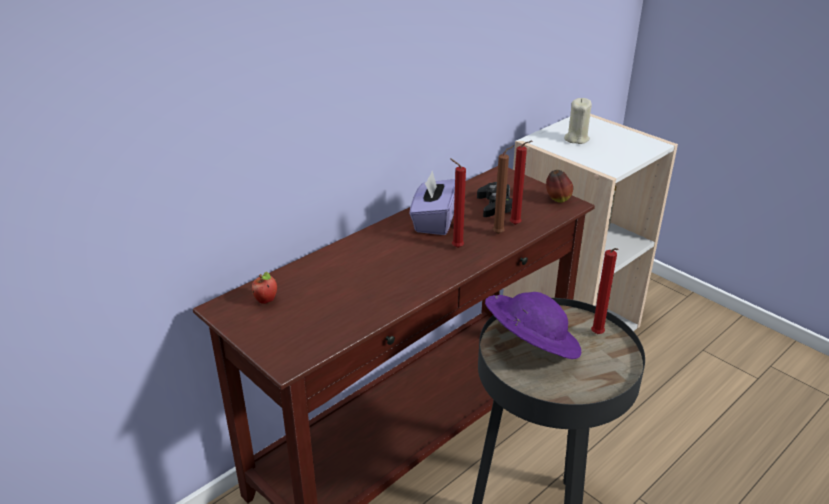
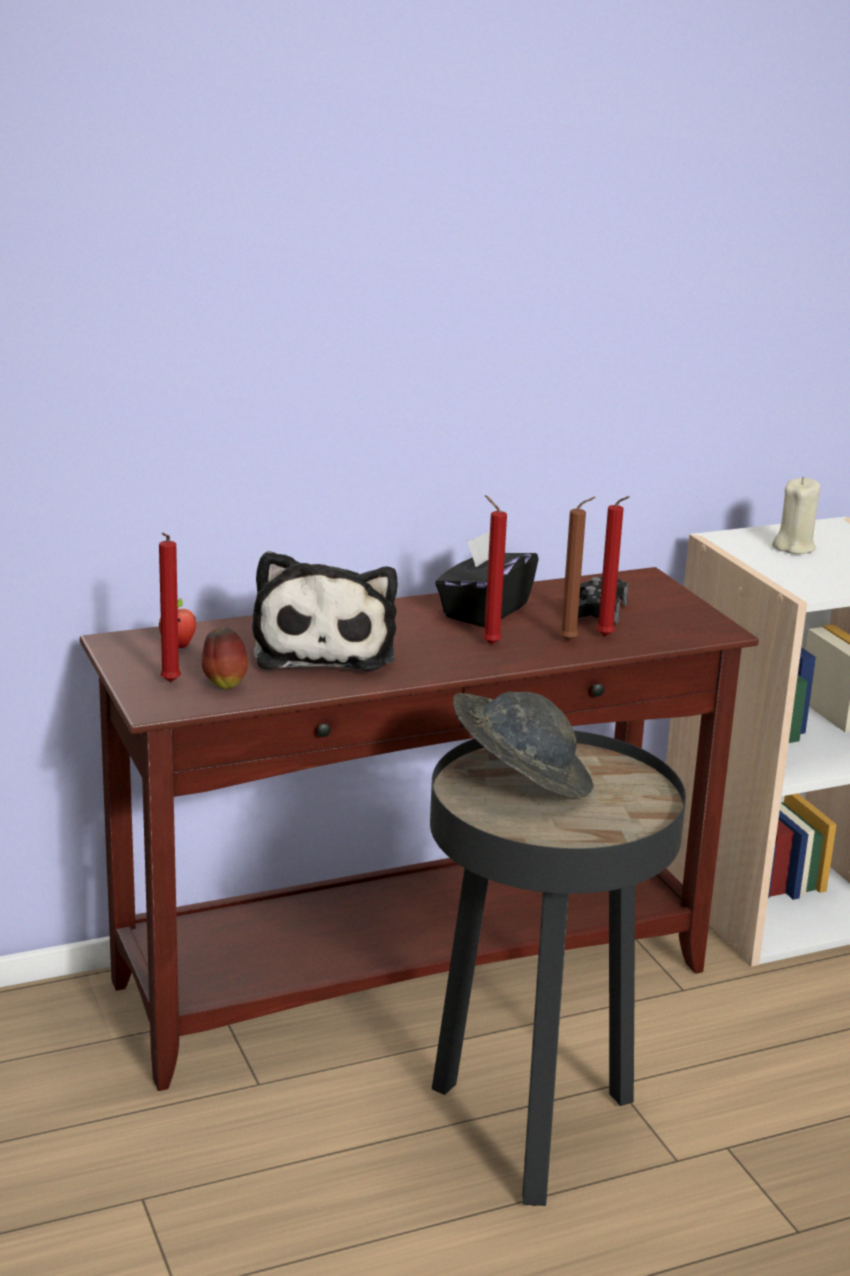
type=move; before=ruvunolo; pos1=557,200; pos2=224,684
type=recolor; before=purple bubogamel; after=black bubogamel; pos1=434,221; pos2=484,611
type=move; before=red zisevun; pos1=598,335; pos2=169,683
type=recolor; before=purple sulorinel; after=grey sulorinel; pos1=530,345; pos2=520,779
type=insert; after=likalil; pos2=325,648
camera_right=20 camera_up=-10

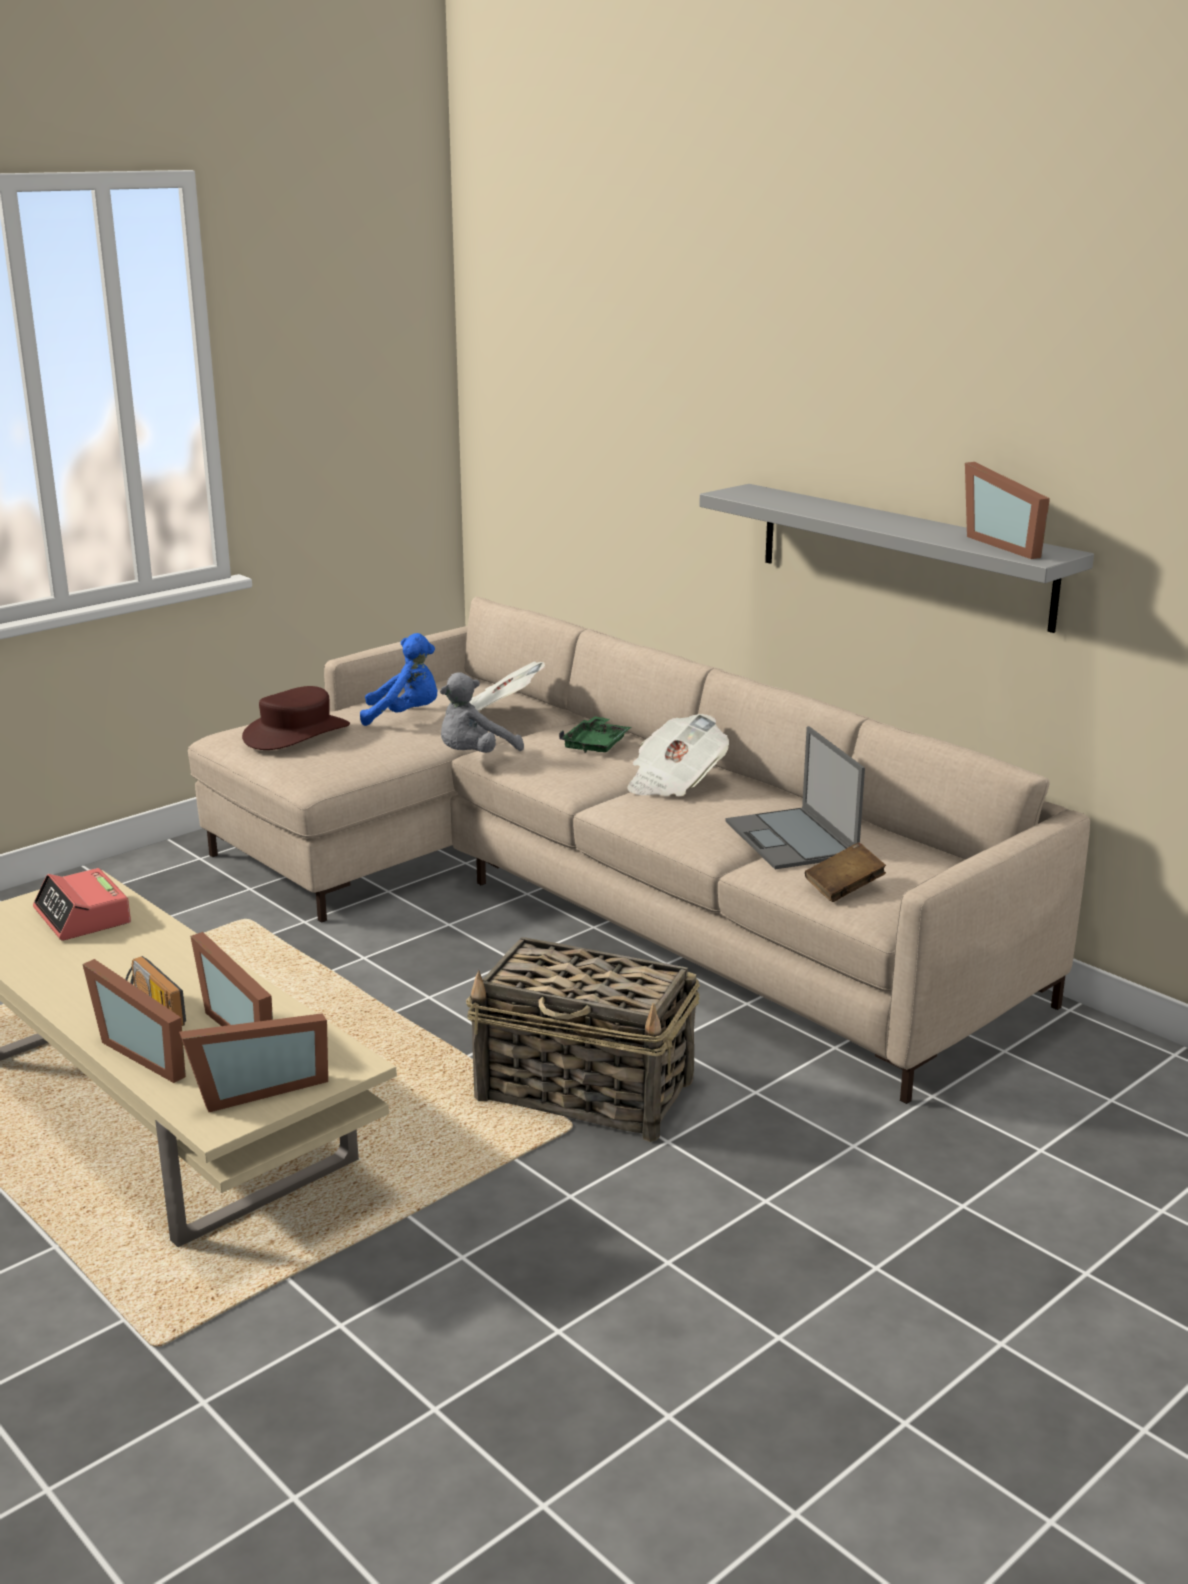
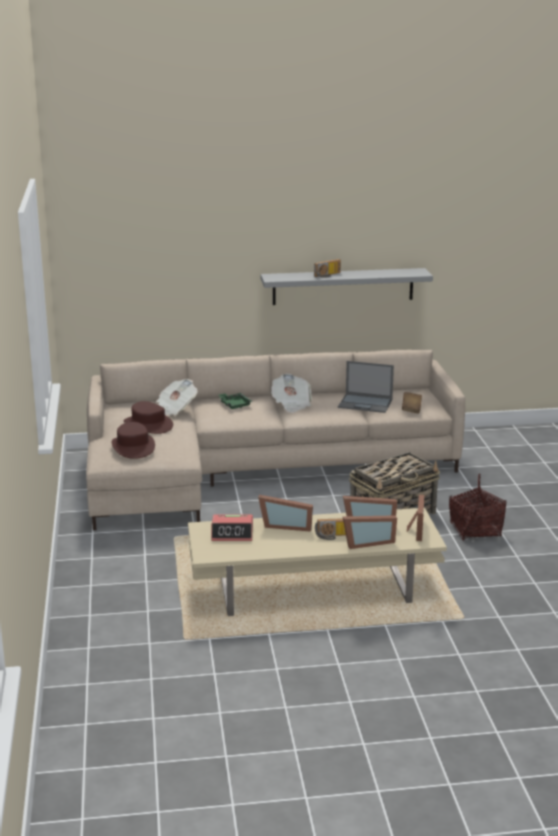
type=move; before=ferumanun; pos1=1008,544; pos2=286,525
type=replace; before=blue likalil; after=brown sulorinel; pos1=405,716; pos2=148,424
type=delete; before=grey likalil; pos1=474,756
type=insert; after=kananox; pos2=328,275
type=insert; after=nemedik; pos2=475,530
camera_right=-55 camera_up=0

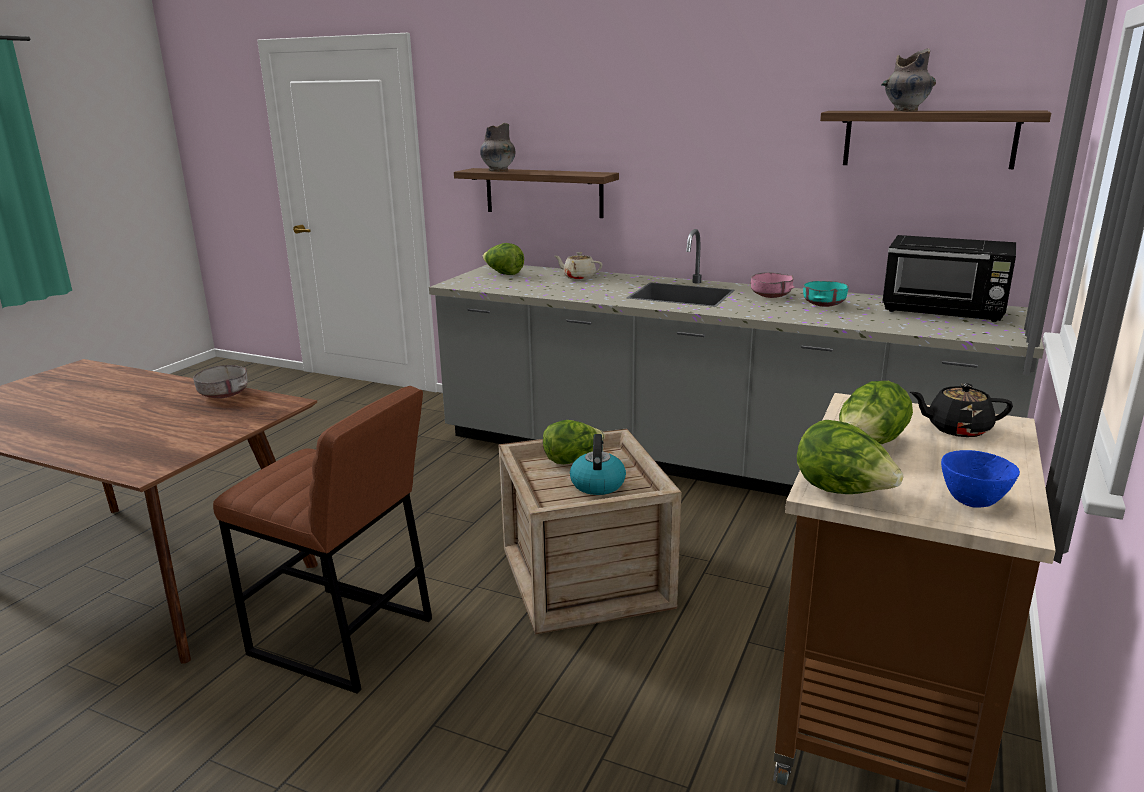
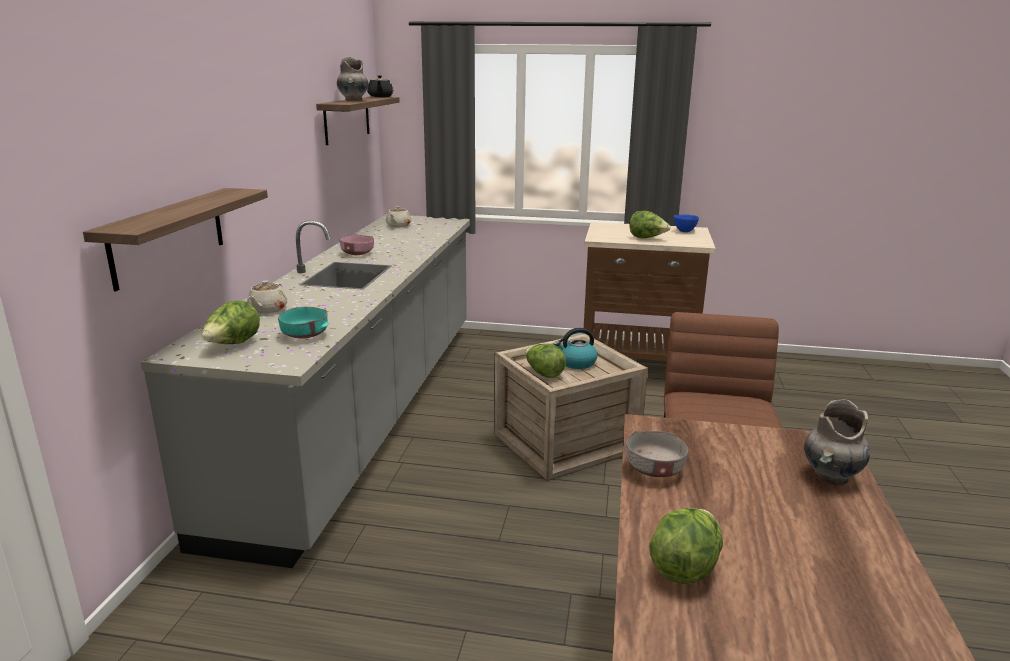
type=move; before=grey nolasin; pos1=498,170; pos2=830,477
type=replace; before=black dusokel; after=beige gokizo; pos1=944,311; pos2=398,225
type=move; before=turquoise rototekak; pos1=824,305; pos2=304,335
type=move; before=black gokizo; pos1=957,429; pos2=380,97
type=move; before=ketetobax; pos1=843,492; pos2=684,567
camera_right=-105 camera_up=0

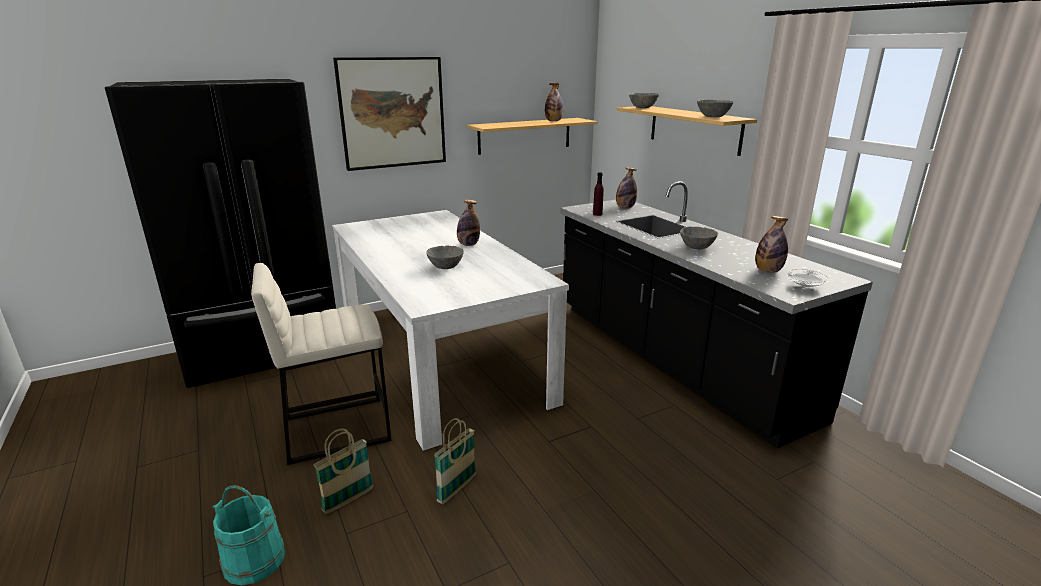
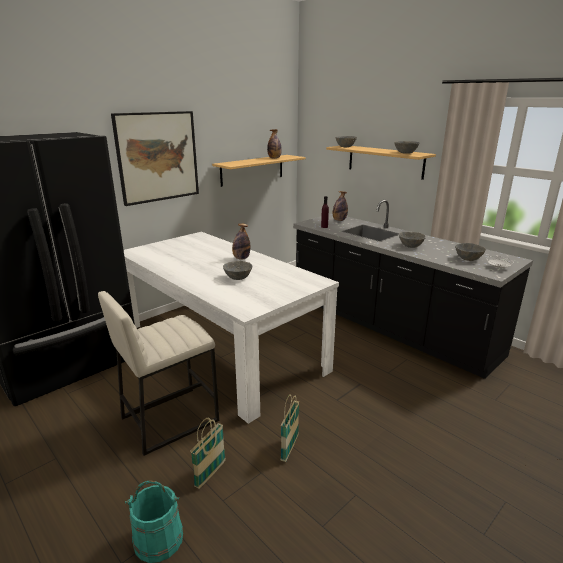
type=replace; before=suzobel; after=grey rototekak; pos1=768,271; pos2=468,259
camera_right=-15 camera_up=0

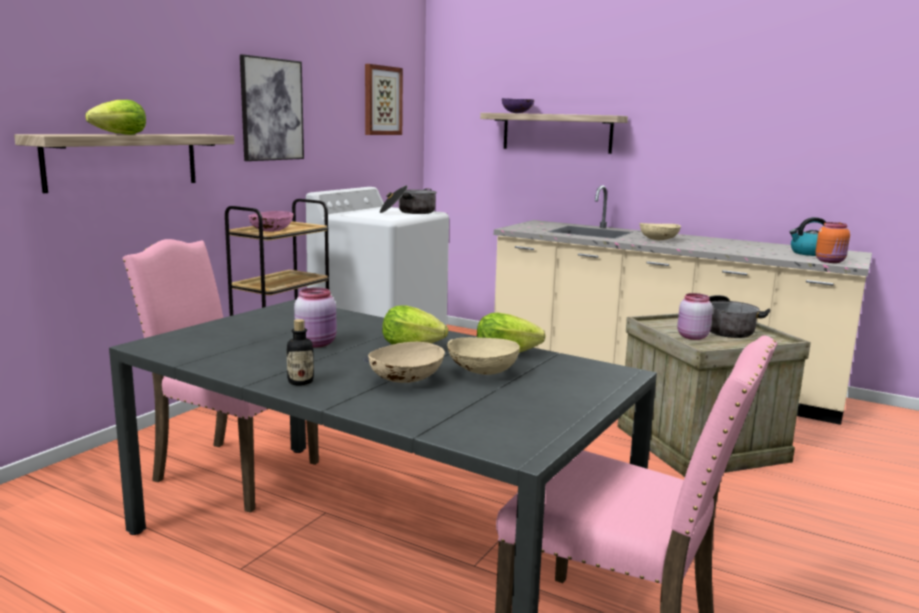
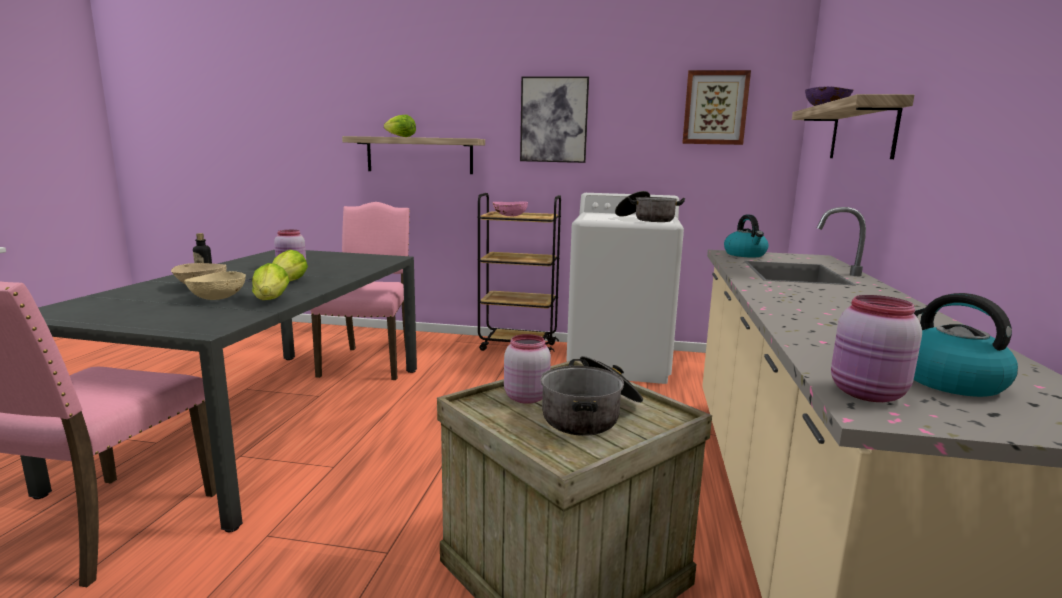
type=recolor; before=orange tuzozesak; after=pink tuzozesak; pos1=830,261; pos2=868,394
type=delete; before=beige rototekak; pos1=658,240
type=insert; after=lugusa; pos2=745,254
camera_right=70 camera_up=0

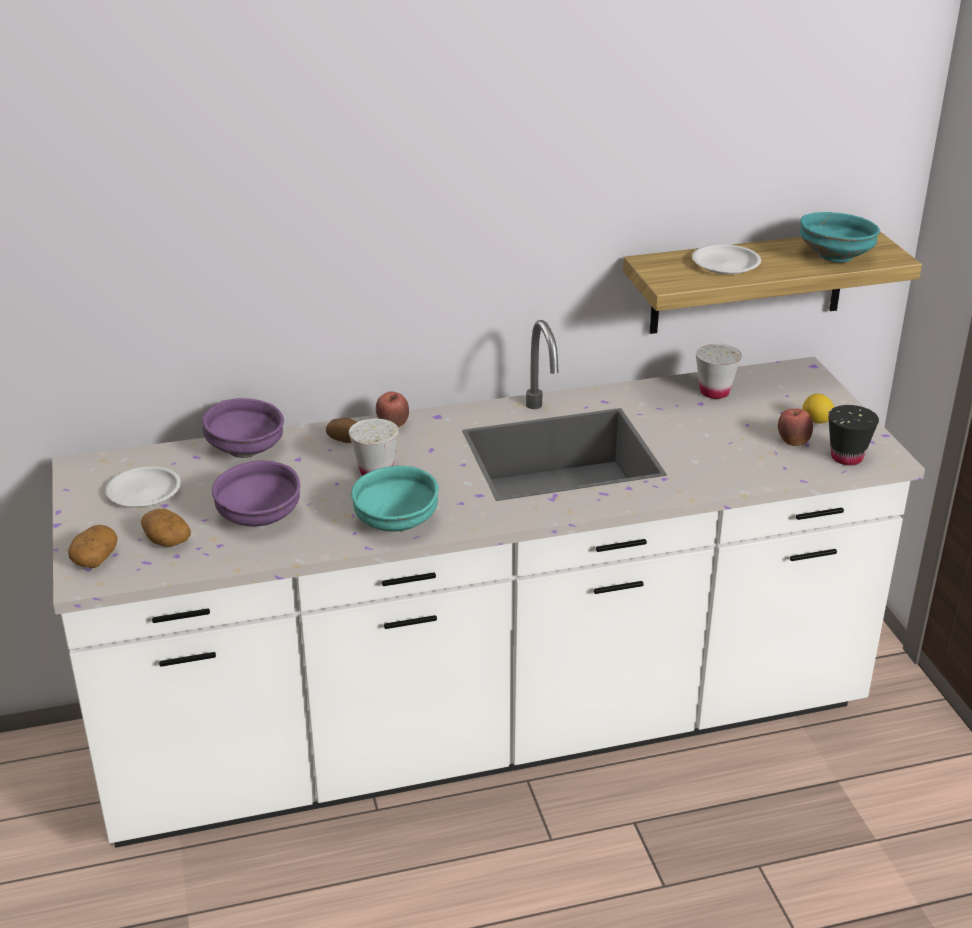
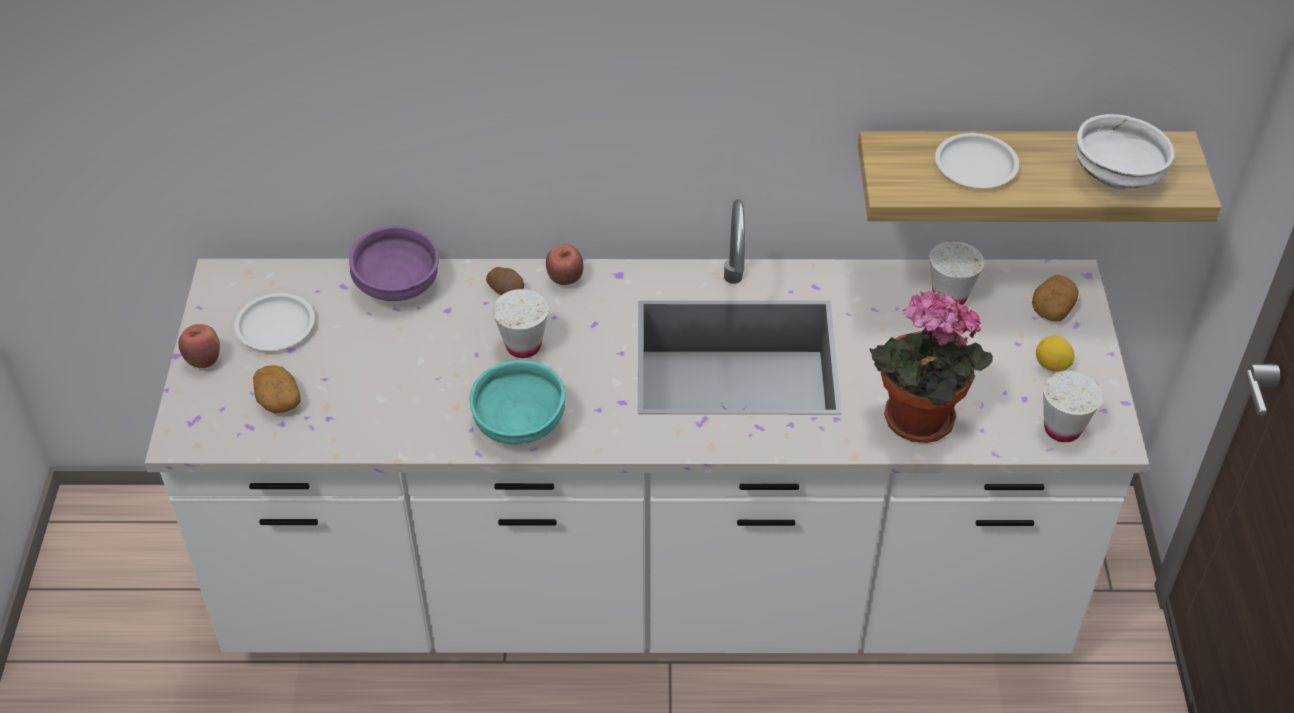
type=recolor; before=turquoise rototekak; after=white rototekak; pos1=835,257; pos2=1117,176
type=recolor; before=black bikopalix; after=white bikopalix; pos1=846,457; pos2=1062,429
type=move; before=ruvunolo; pos1=793,442; pos2=204,360
type=delete; before=purple rototekak; pos1=258,518
type=move; before=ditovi; pos1=95,558; pos2=1052,308
type=insert; after=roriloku; pos2=915,423
camera_right=15 camera_up=15

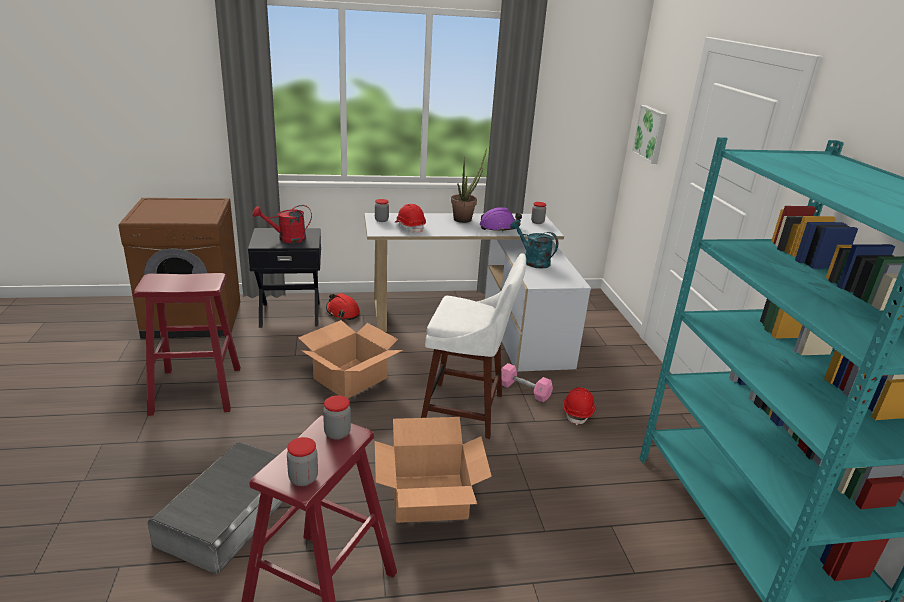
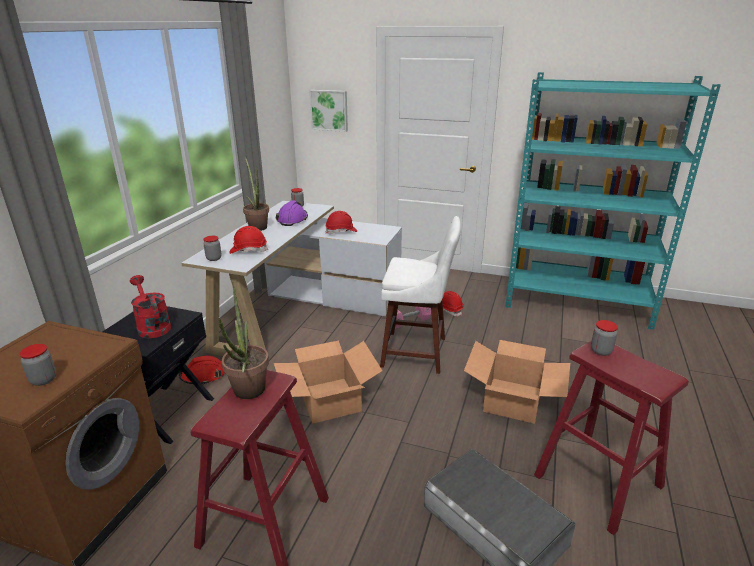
type=rotate; before=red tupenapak; pos1=287,239; pos2=152,326; turn=135
type=replace; before=turquoise tupenapak; after=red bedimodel; pos1=532,261; pos2=341,231
type=rotate; before=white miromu; pos1=467,410; pos2=418,352; turn=60
type=move; before=tuzozesak; pos1=303,478; pos2=43,380
type=insert; after=roriloku; pos2=247,394
camera_right=-60 camera_up=0

